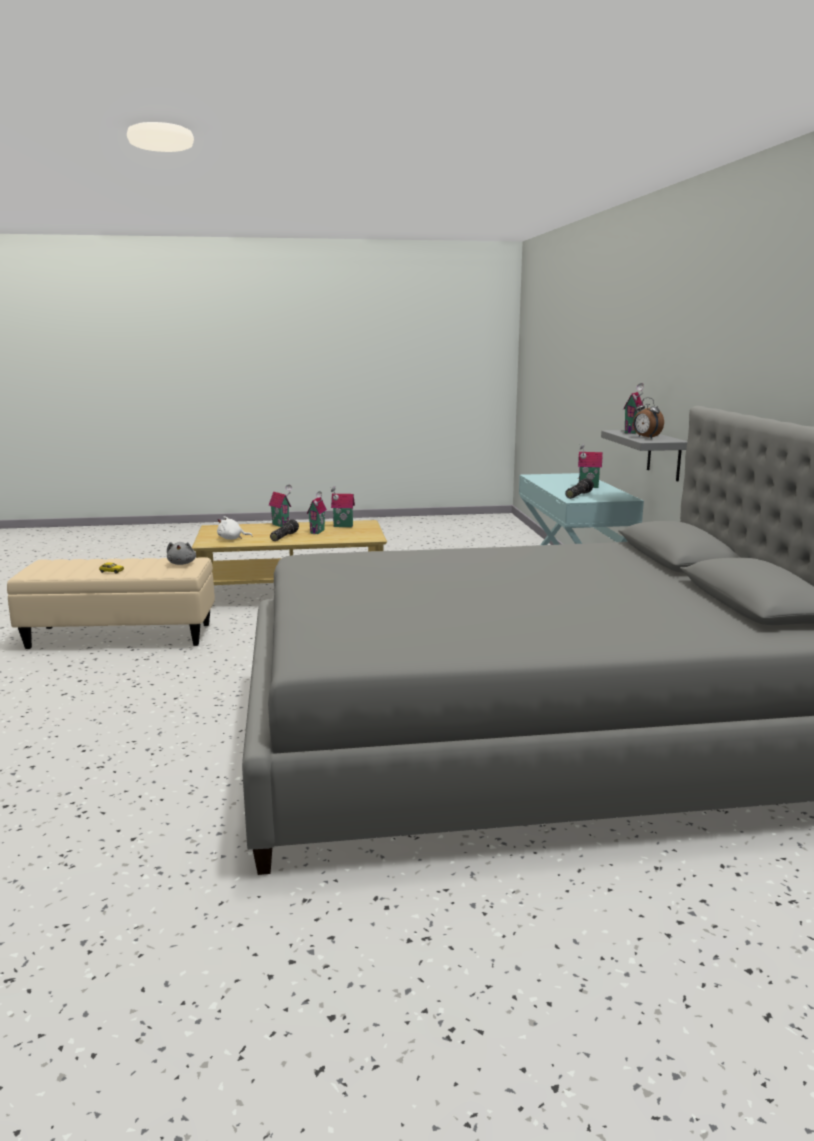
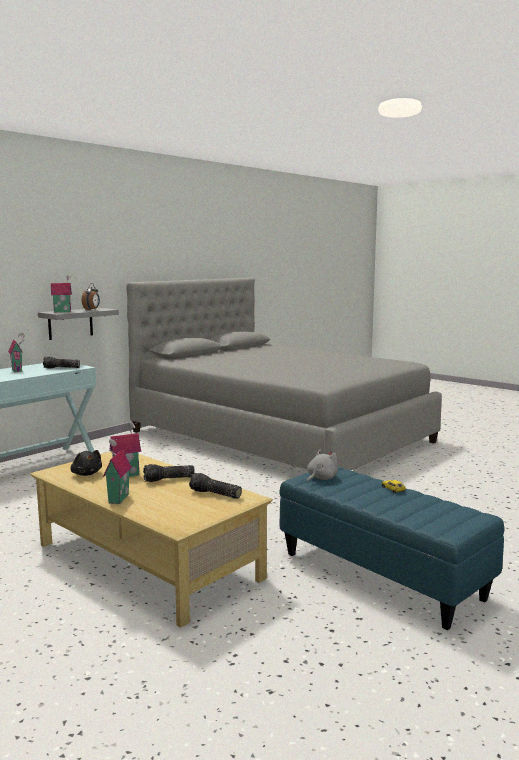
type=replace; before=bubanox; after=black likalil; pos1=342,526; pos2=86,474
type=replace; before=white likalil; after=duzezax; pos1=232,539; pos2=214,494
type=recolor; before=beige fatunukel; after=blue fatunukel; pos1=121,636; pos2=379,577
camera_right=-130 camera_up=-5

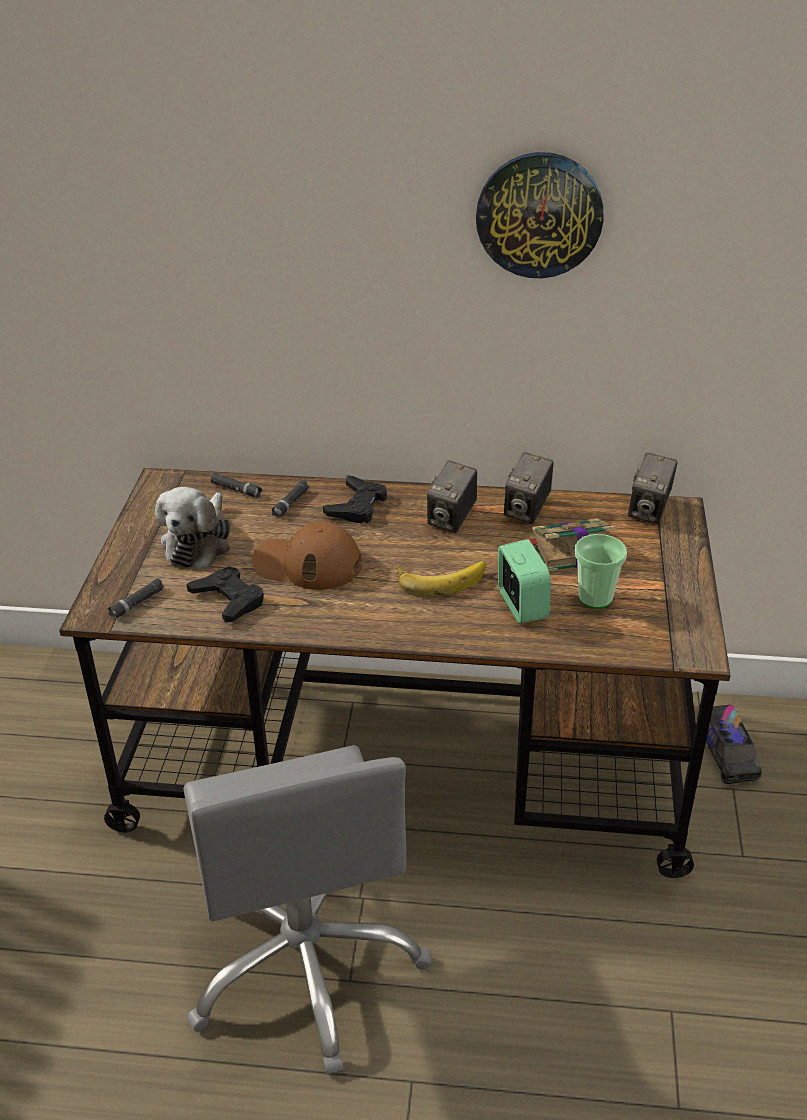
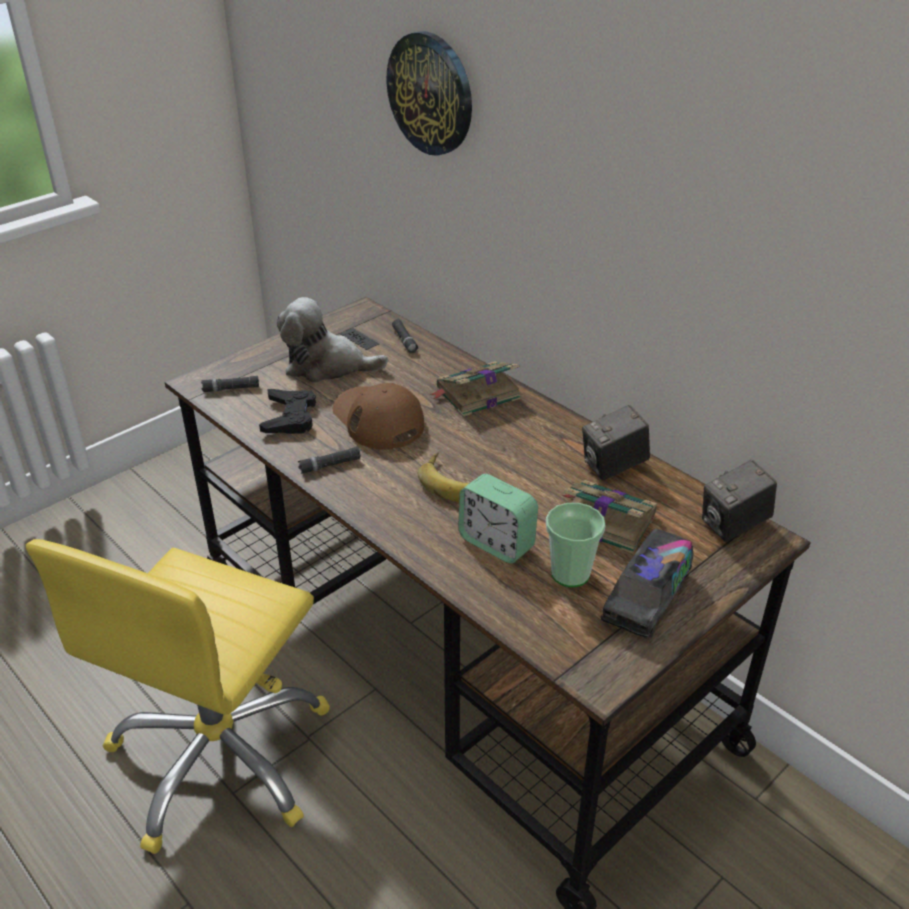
type=move; before=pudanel; pos1=539,215; pos2=431,93
type=delete; before=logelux; pos1=451,519
type=replace; before=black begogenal; after=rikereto; pos1=357,506; pos2=476,394
type=move; before=black duzezax; pos1=291,503; pos2=330,465
type=rotate; before=likalil; pos1=199,542; pos2=327,366; turn=45
type=rotate; before=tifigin; pos1=521,605; pos2=496,543; turn=105
type=move; before=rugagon; pos1=727,755; pos2=646,598
type=recolor; before=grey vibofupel; after=yellow vibofupel; pos1=305,962; pos2=221,756
camera_right=40 camera_up=0

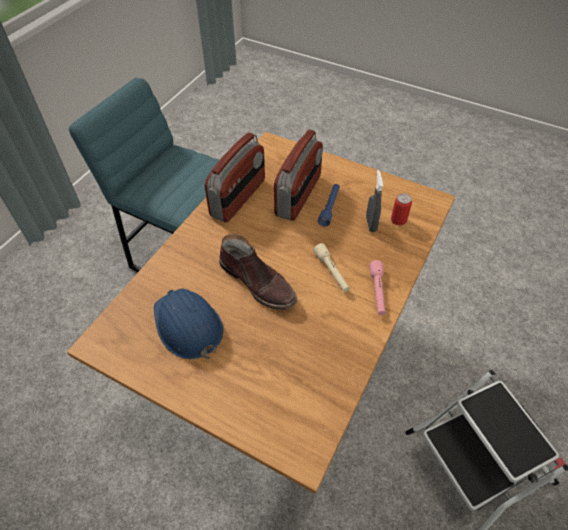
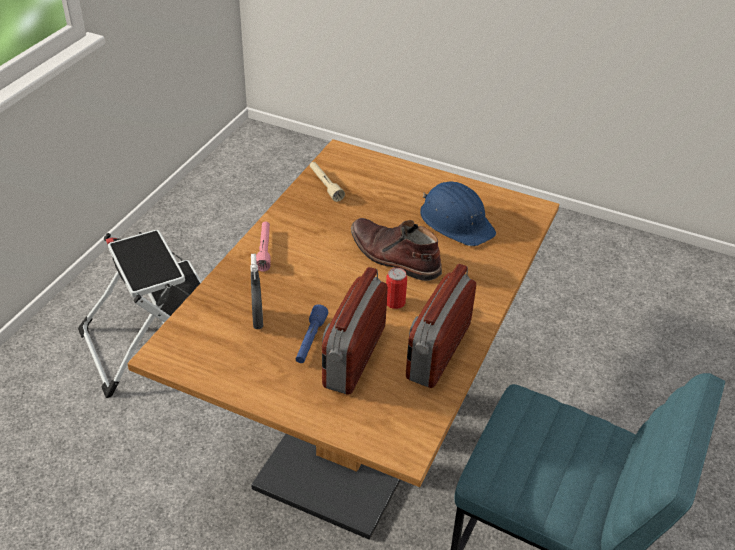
type=move; before=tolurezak; pos1=398,220; pos2=395,302
type=move; before=beige duzezax; pos1=331,272; pos2=325,185
camera_right=175 camera_up=-10

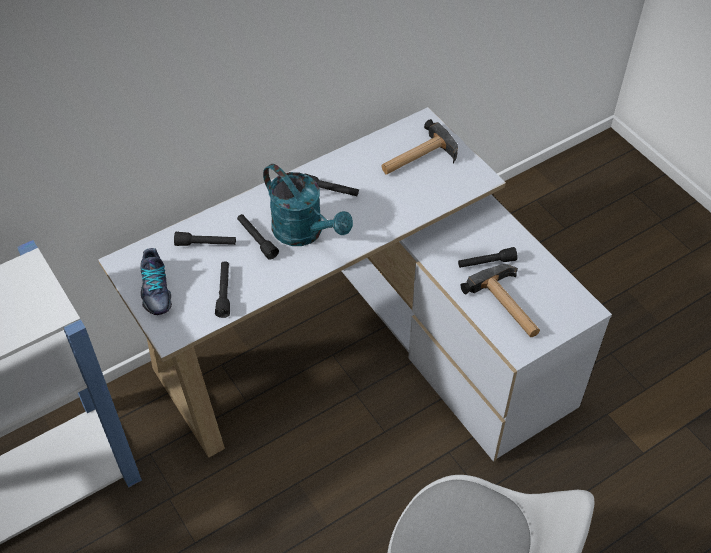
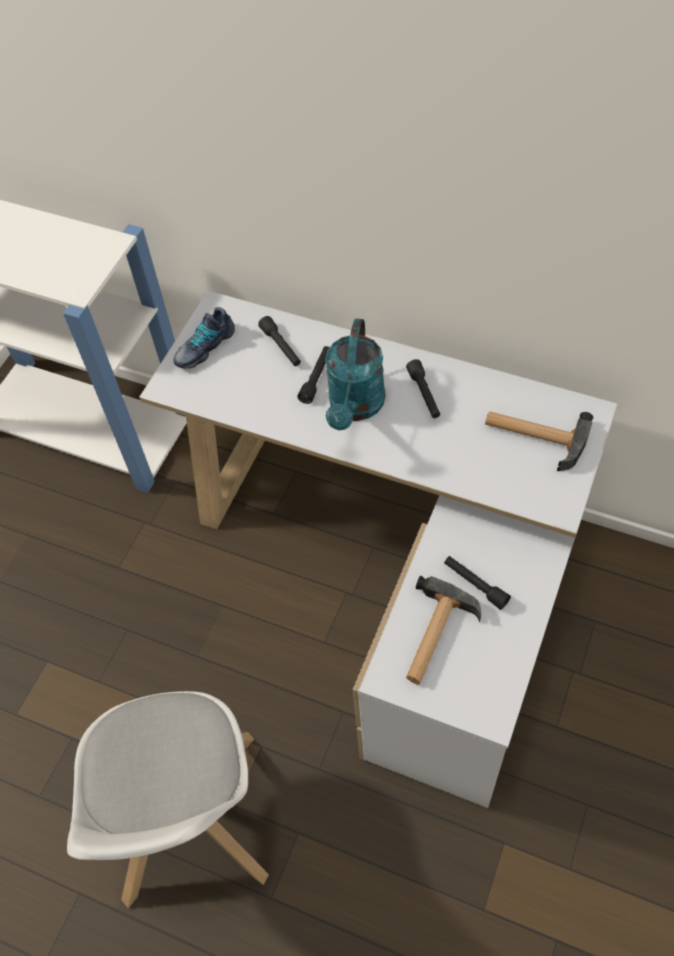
type=delete; before=black duzezax; pos1=224,292
camera_right=60 camera_up=5

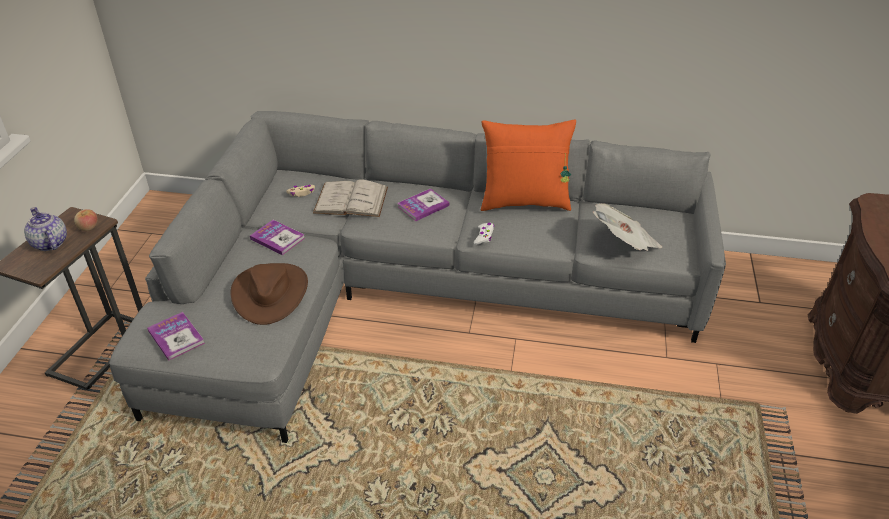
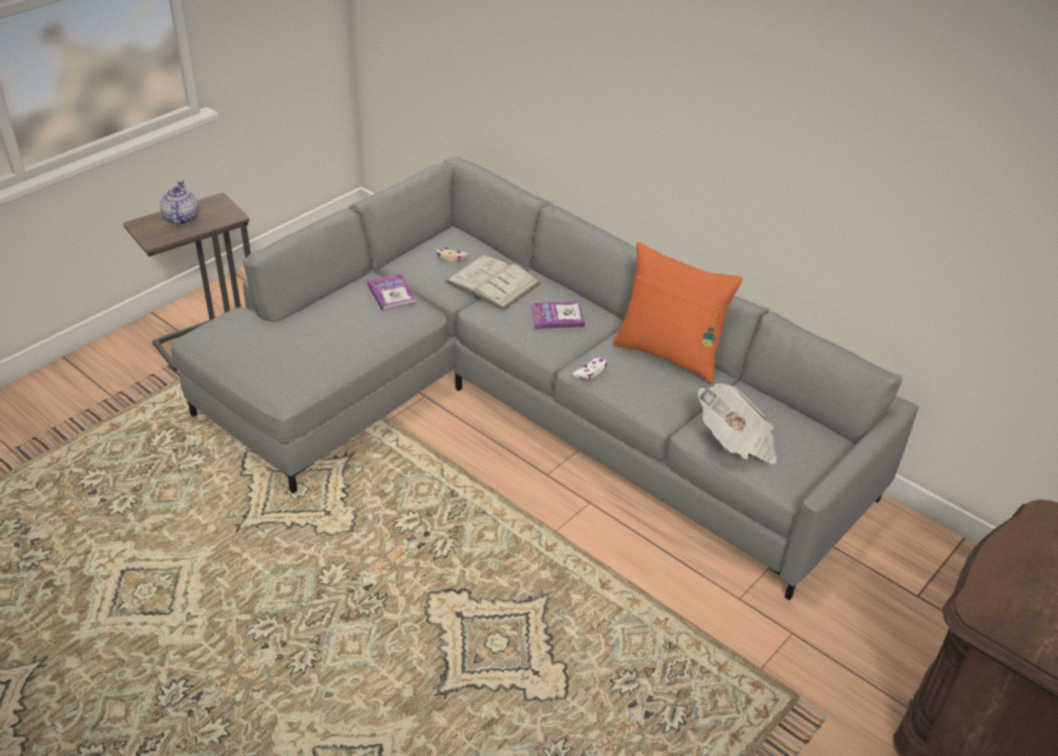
type=delete; before=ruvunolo; pos1=88,228
type=delete; before=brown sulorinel; pos1=270,293
type=delete; before=rikereto; pos1=176,337
camera_right=30 camera_up=0

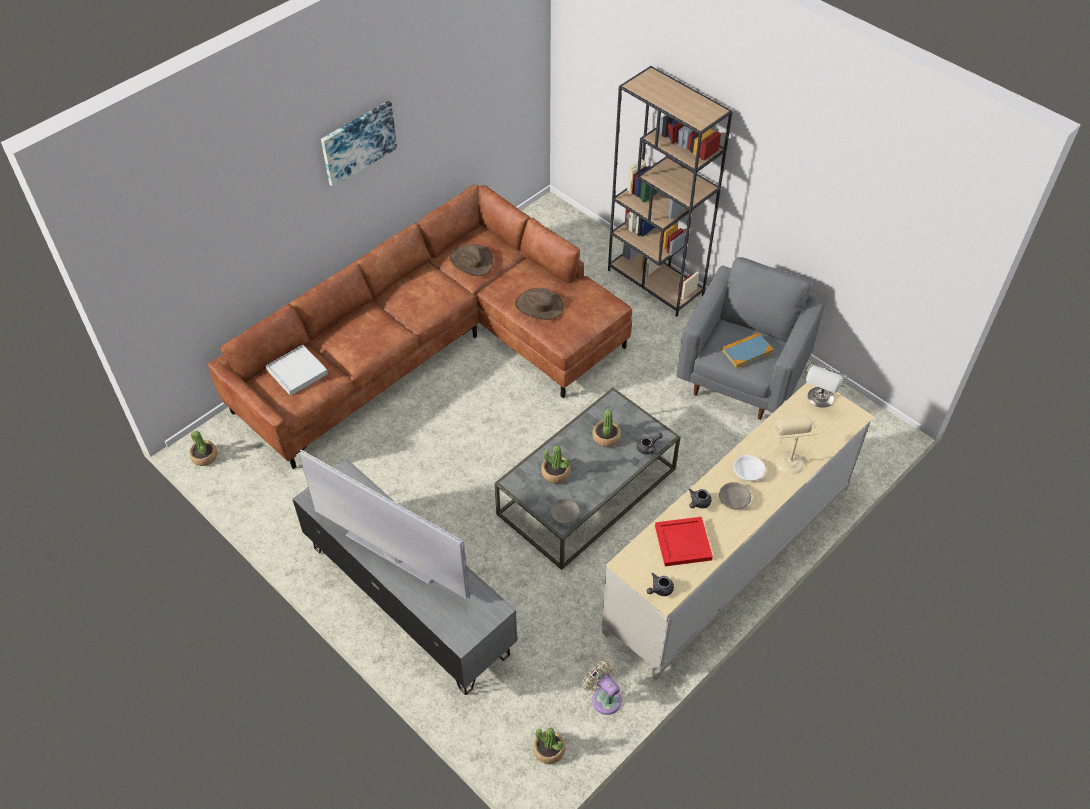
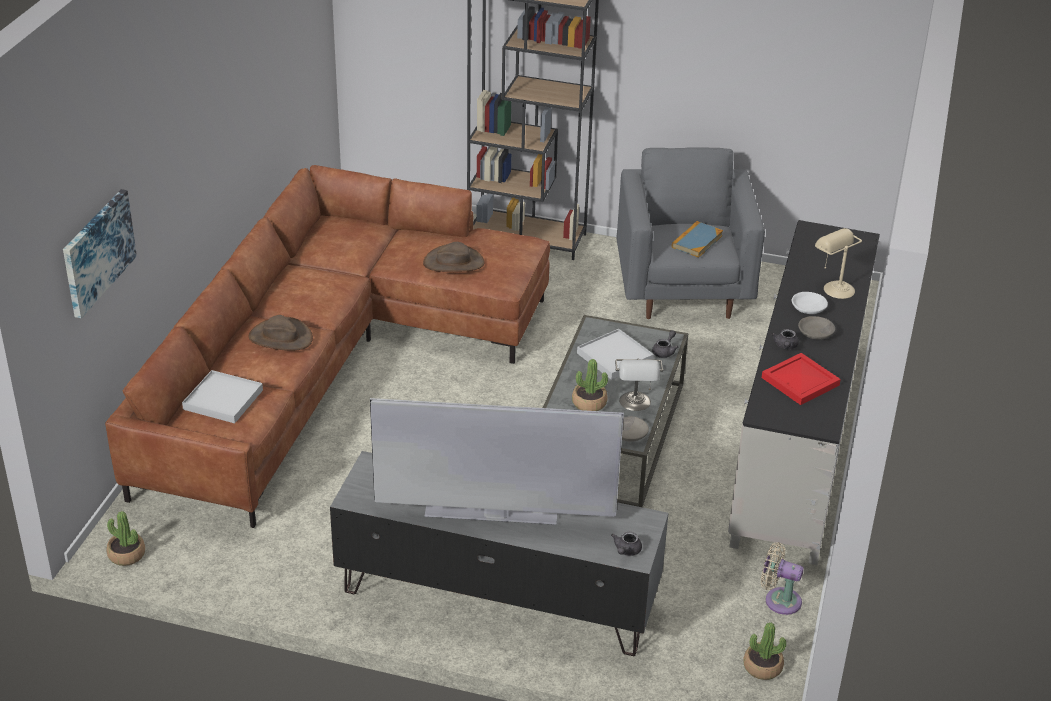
type=move; before=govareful; pos1=358,142; pos2=97,252
type=move; before=brown sulorinel; pos1=471,261; pos2=280,338
type=move; before=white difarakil; pos1=819,401; pos2=636,405
type=recolor; before=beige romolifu; after=black romolifu; pos1=730,557; pos2=798,438
type=replace; before=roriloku; after=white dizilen; pos1=606,437; pos2=614,357
type=move; before=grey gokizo; pos1=659,589; pos2=626,551
camera_right=-30 camera_up=-15

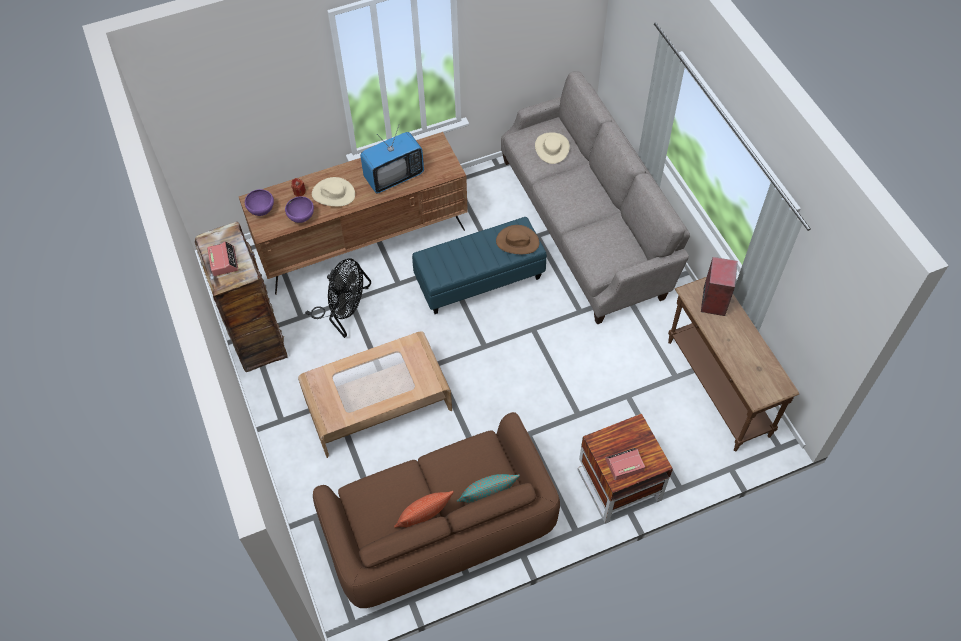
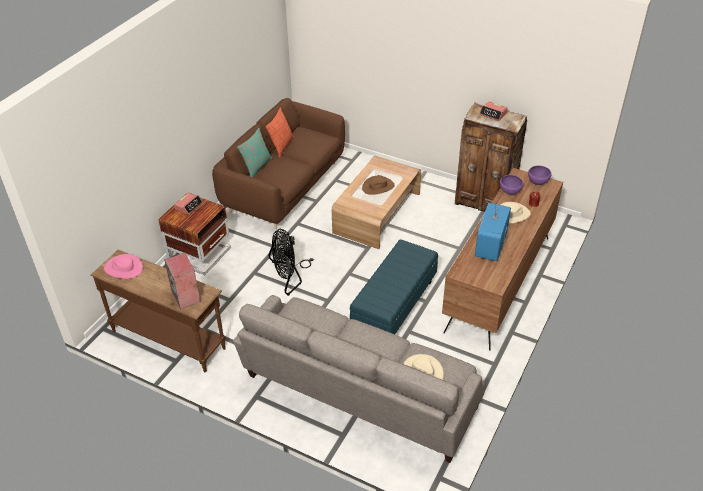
type=move; before=brown sulorinel; pos1=517,242; pos2=378,186
type=move; before=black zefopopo; pos1=343,310; pos2=289,274
type=insert; after=pink sulorinel; pos2=123,268
camera_right=140 camera_up=-15

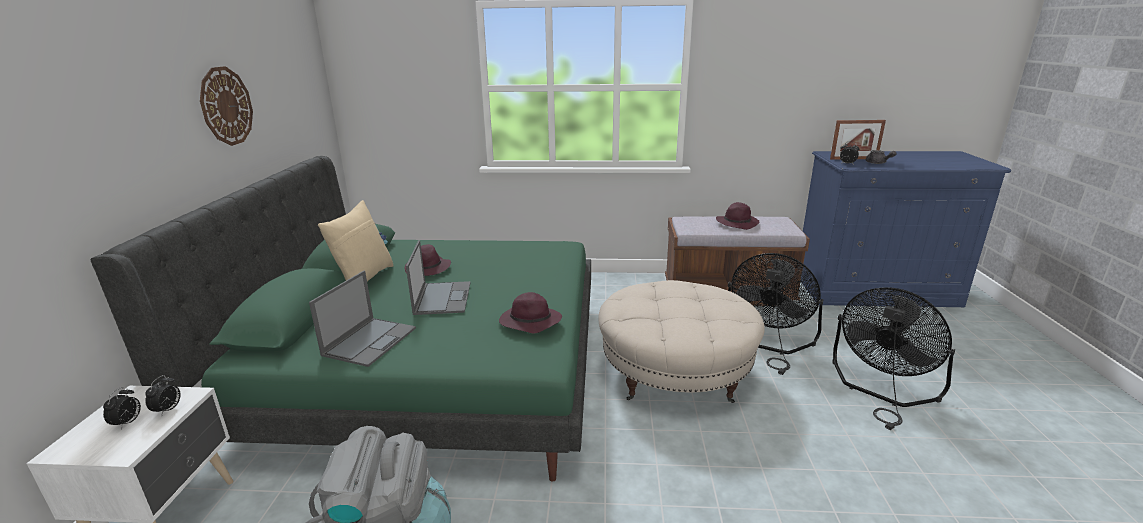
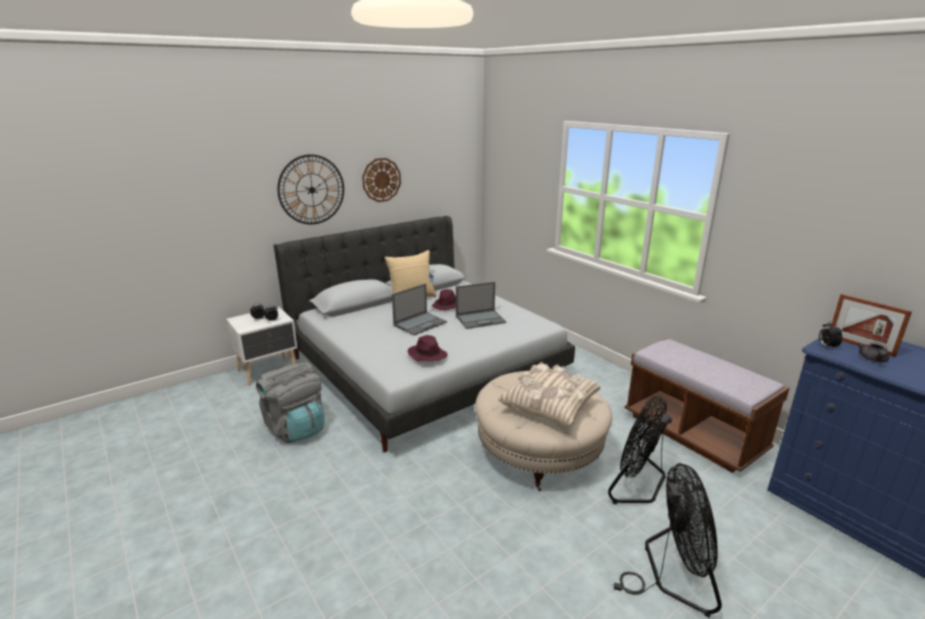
type=recolor; before=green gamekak; after=grey gamekak; pos1=428,367; pos2=424,367
type=delete; before=purple sulorinel; pos1=737,223
type=rotate; before=black zefopopo; pos1=768,344; pos2=646,482; turn=-135
type=move; before=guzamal; pos1=370,341; pos2=481,319
type=insert; after=pudanel; pos2=311,190
type=insert; after=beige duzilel; pos2=549,407
camera_right=50 camera_up=0

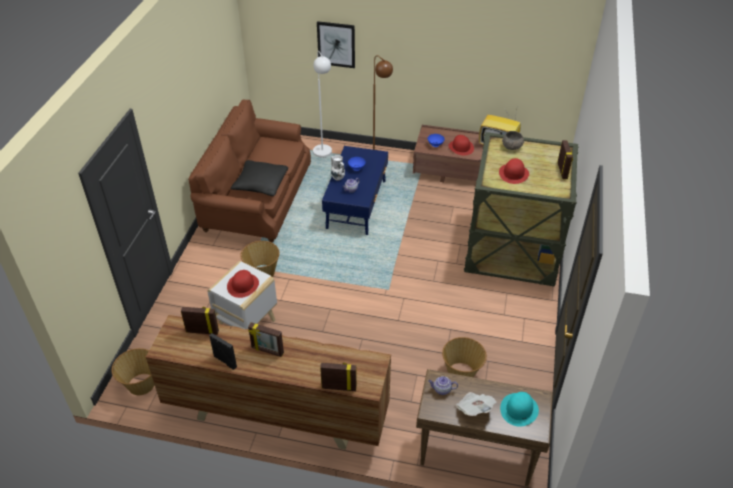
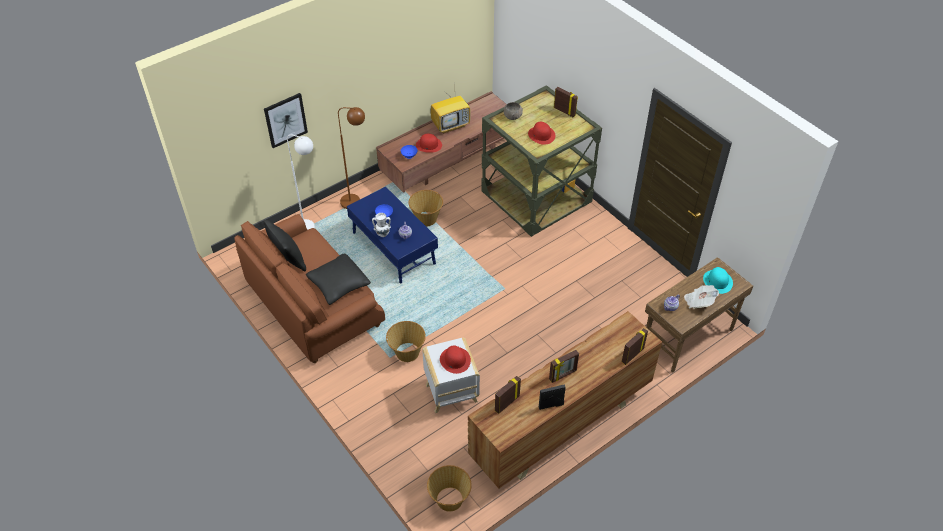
type=move; before=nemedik; pos1=461,373; pos2=426,219
type=insert; after=black duzilel; pos2=288,260
camera_right=-50 camera_up=5

